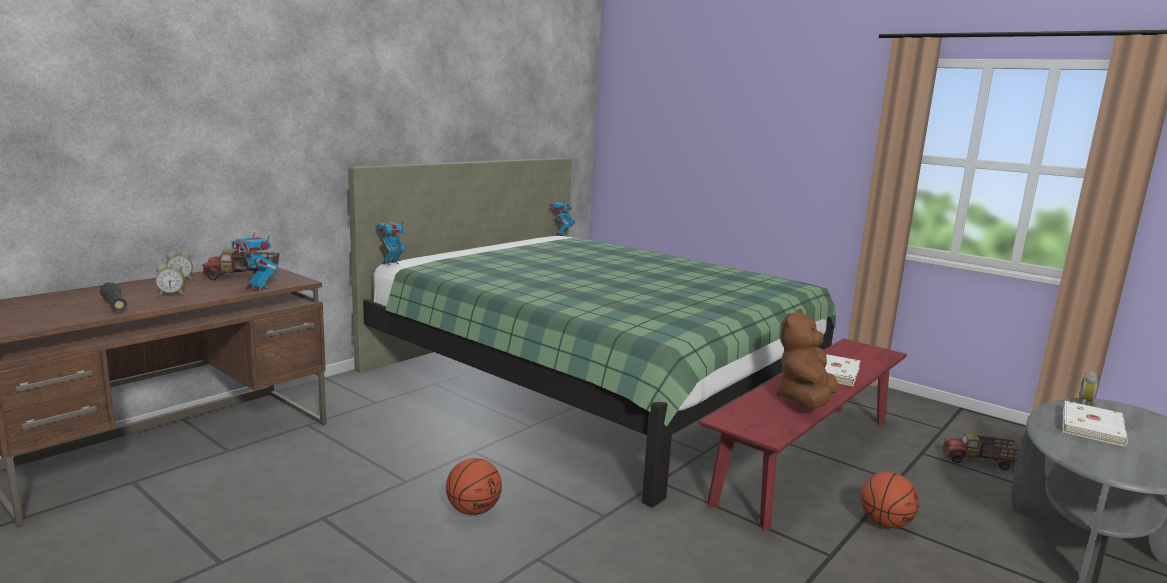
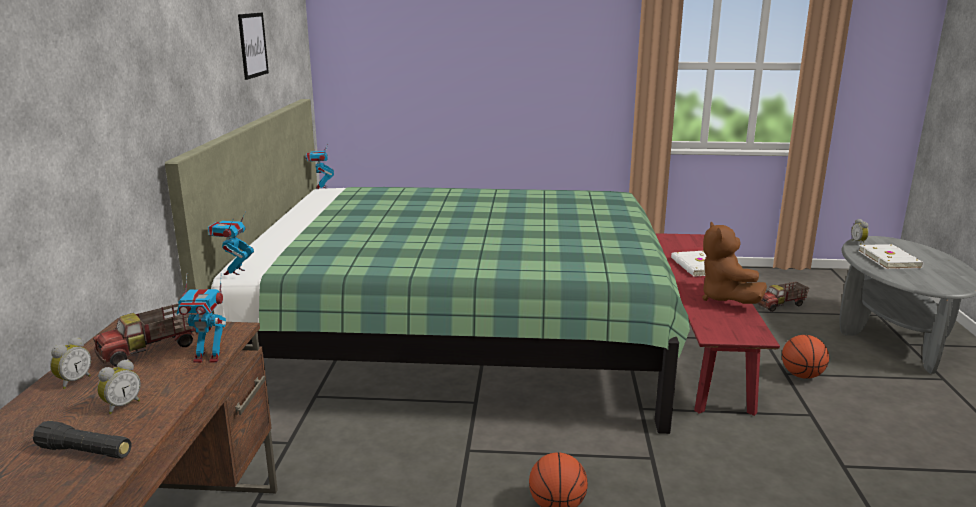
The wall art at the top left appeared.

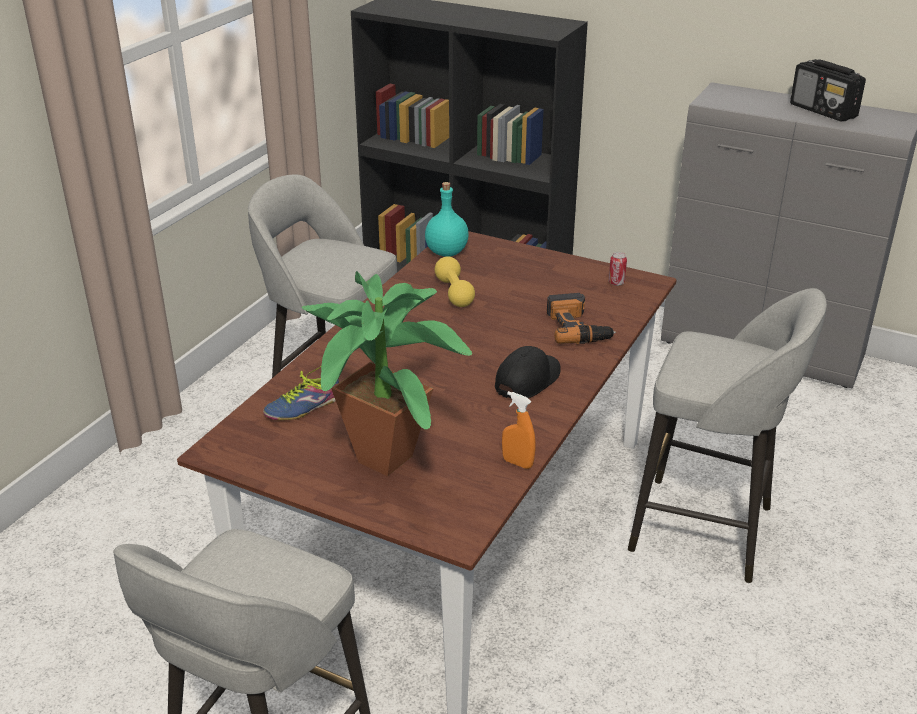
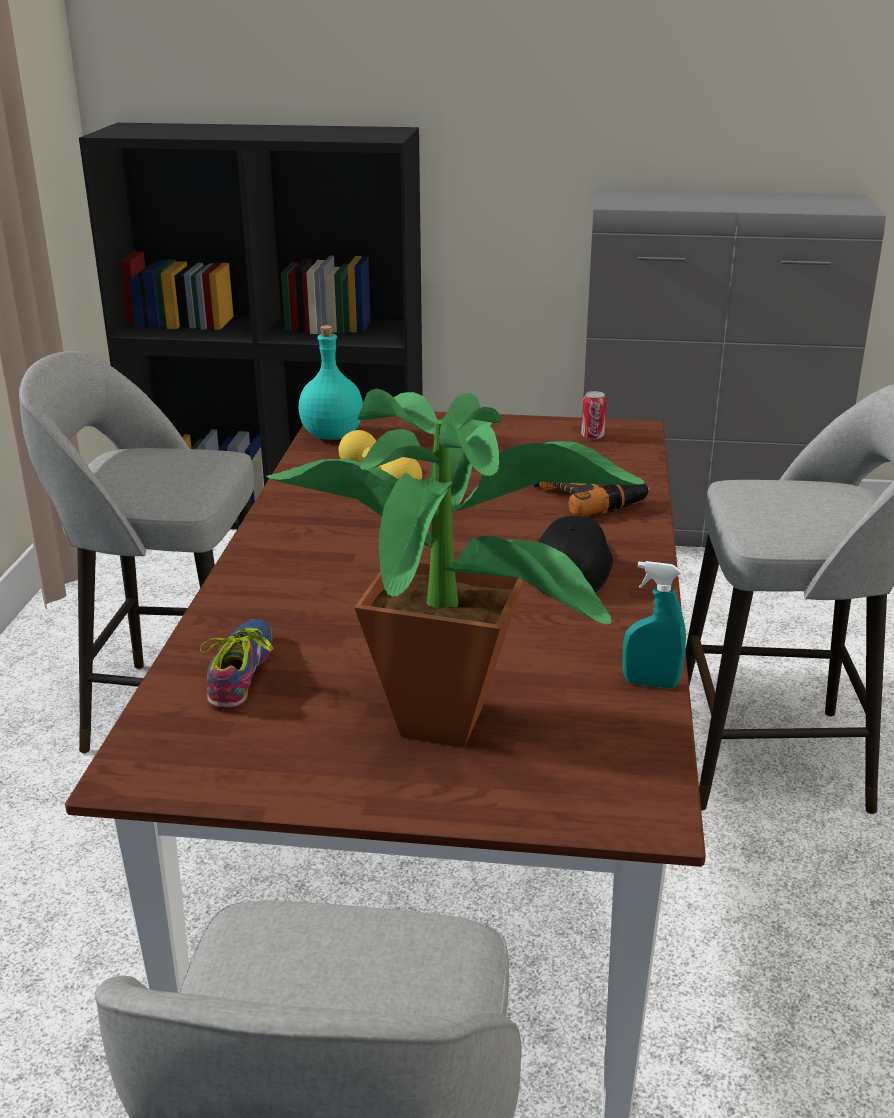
The item of footwear at the middle left turned 150 degrees clockwise.
The spray bottle in orangey at the centre became the spray bottle in turquoise at the middle right.
The radio receiver at the top right disappeared.

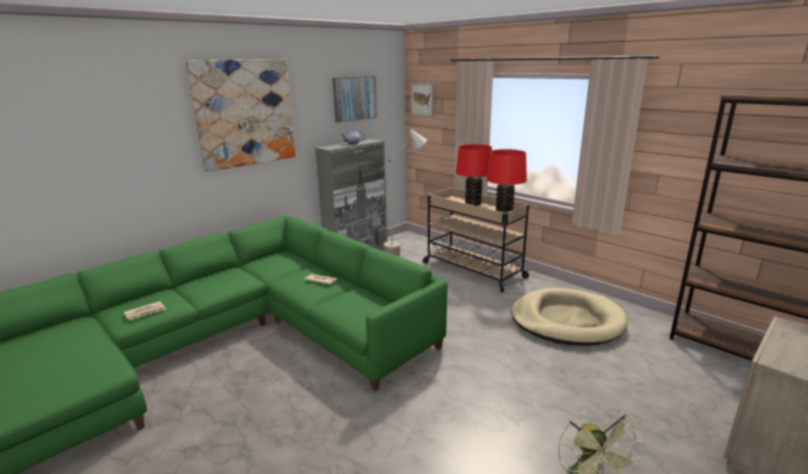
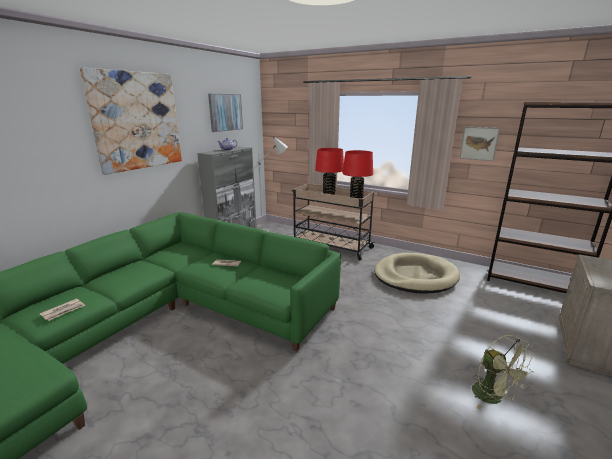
The wall art (no. 3 from left) moved from the top centre to the top right.

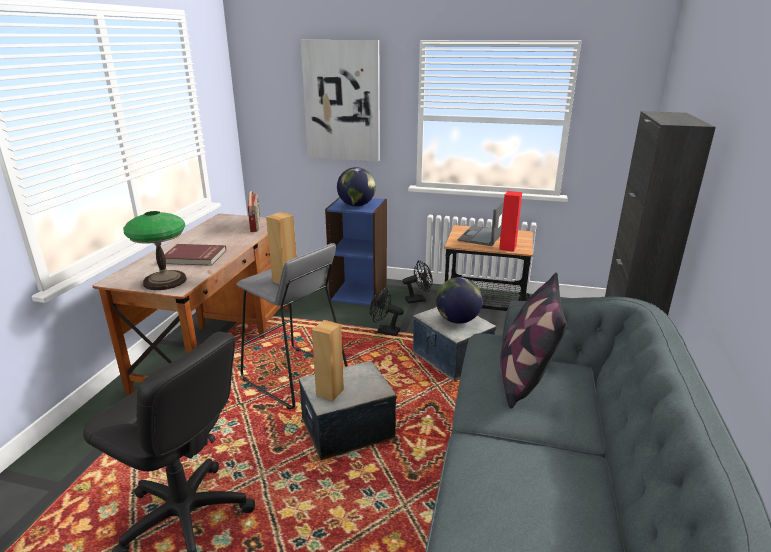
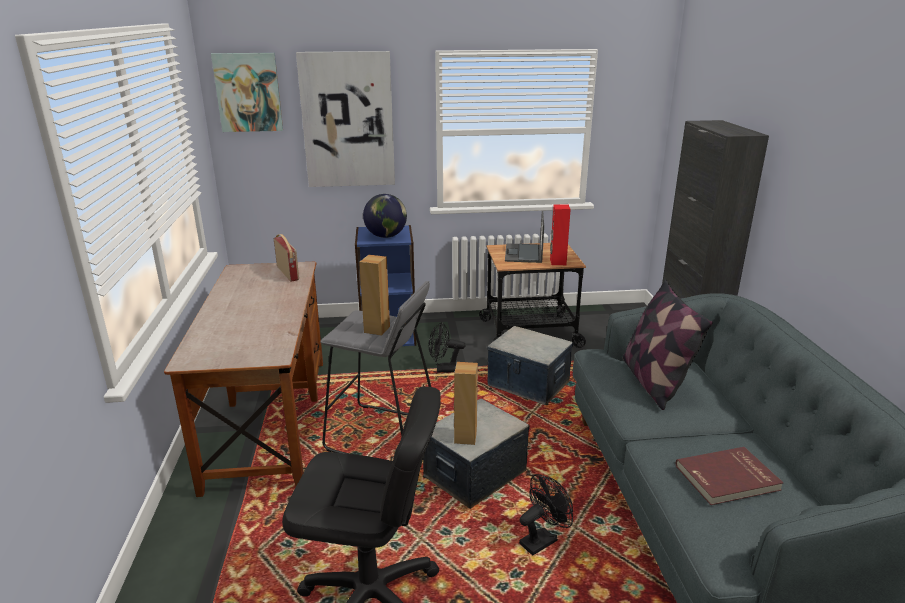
The wall art (no. 1 from left) at the top left appeared.
The electric fan in black (no. 2 from left) moved from the centre to the bottom centre.
The bound book in reddish moved from the middle left to the bottom right.
The tabletop lamp at the middle left disappeared.
The world globe (no. 2 from left) at the centre disappeared.

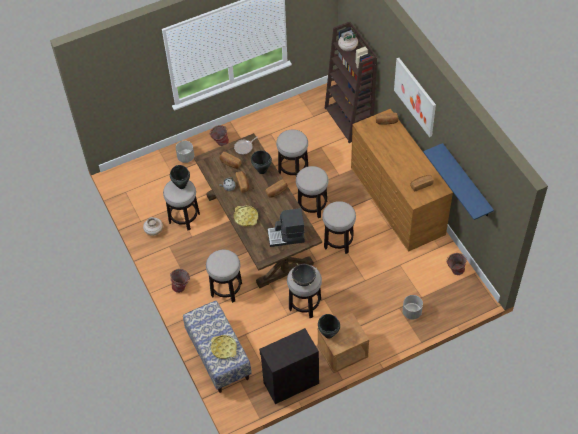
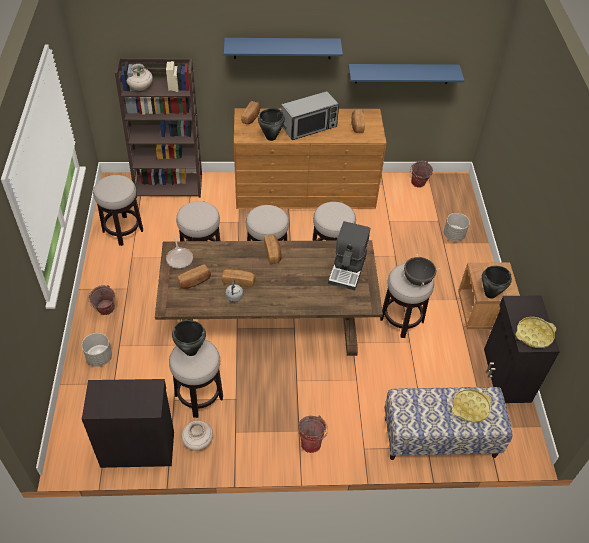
The cupboard in black (no. 1 from left) at the bottom left appeared.
The stool seat (no. 2 from left in the first image) moved from the centre to the middle left.
The wall art at the top right was replaced by the shelf in bluish (no. 1 from left) at the top centre.
The stockpot in black (no. 2 from left) moved from the centre to the top centre.
The microwave at the top centre appeared.
The carrying tray in yellowish (no. 2 from left) moved from the centre to the middle right.

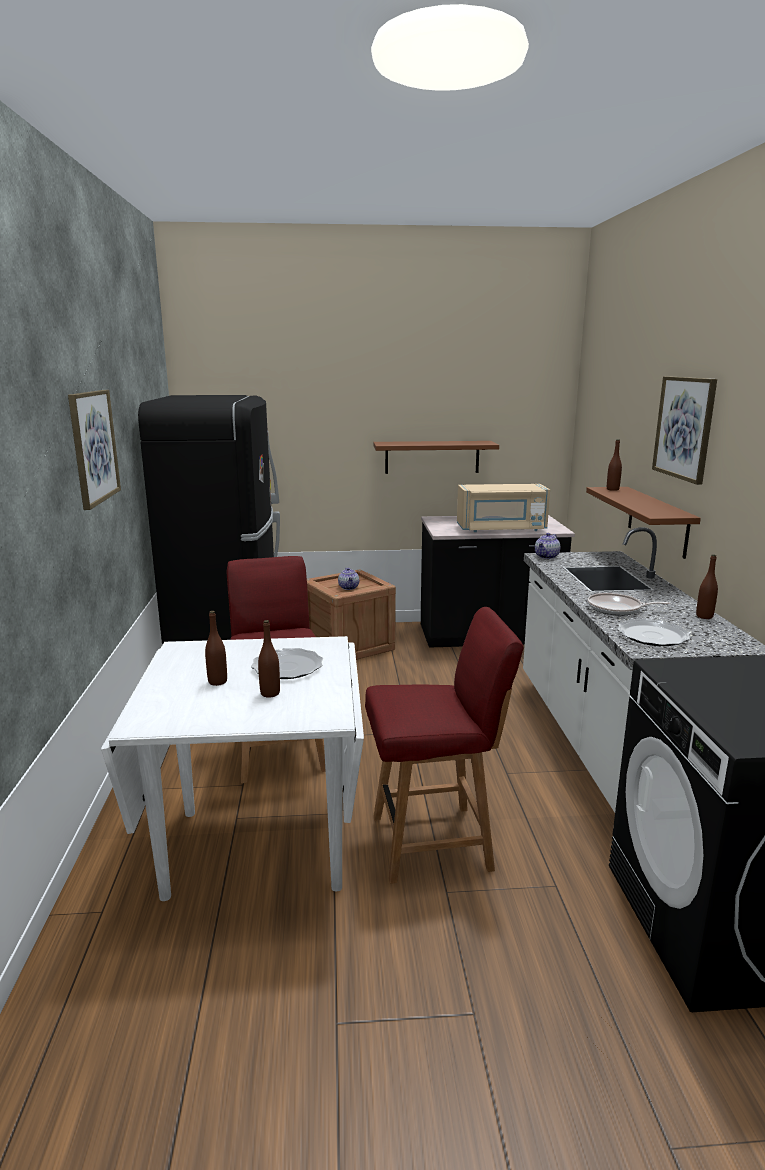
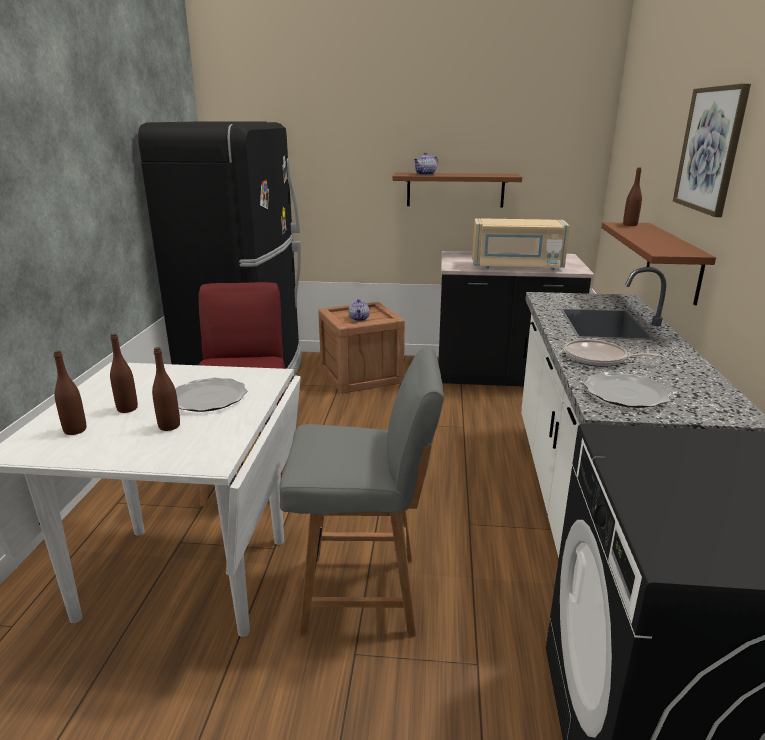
The beverage bottle in brown-coloured (no. 4 from left in the first image) moved from the middle right to the middle left.
The chair in reddish (no. 2 from left) at the centre became the chair in greyish at the centre.
The pot for tea (no. 2 from left) moved from the middle right to the top centre.
The wall art (no. 1 from left) at the middle left disappeared.

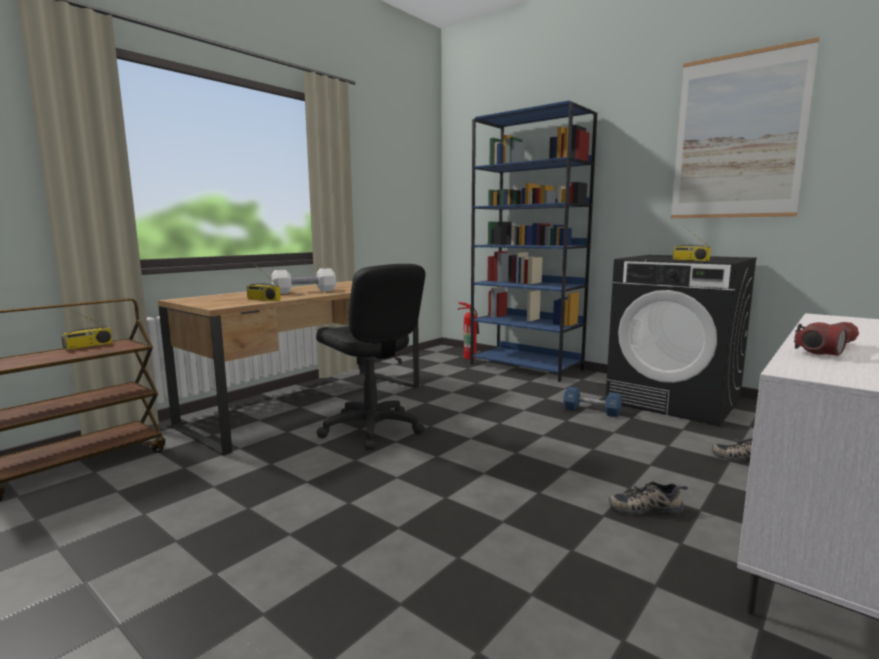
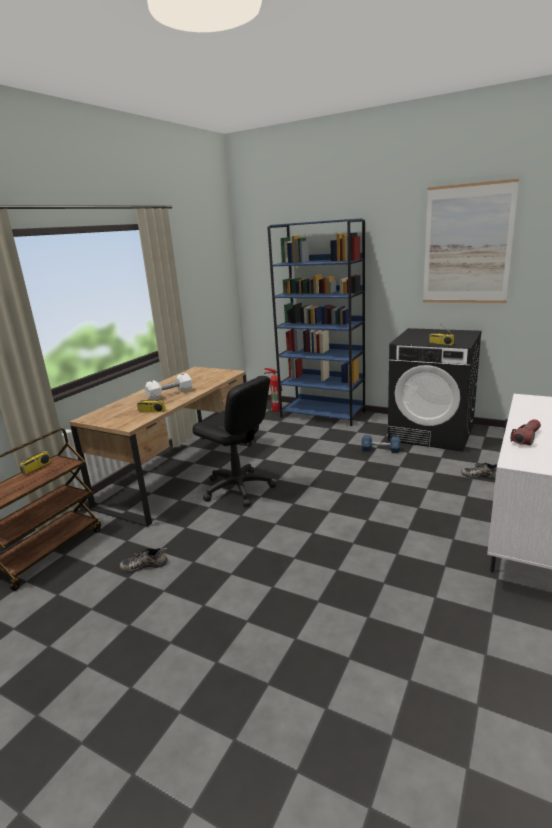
The item of footwear (no. 1 from left) moved from the bottom right to the bottom left.

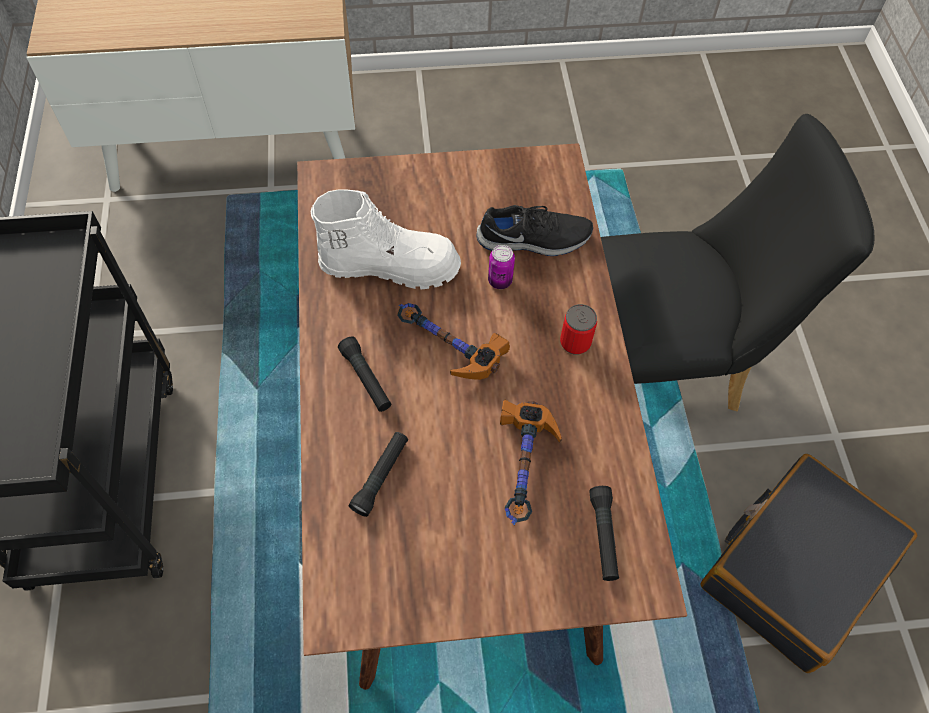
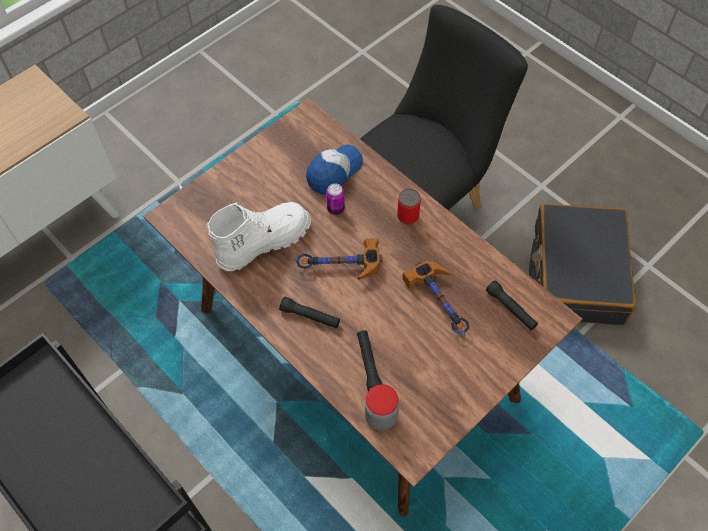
The item of footwear in black at the top centre was replaced by the cap at the top centre.
The preserve jar at the bottom centre appeared.

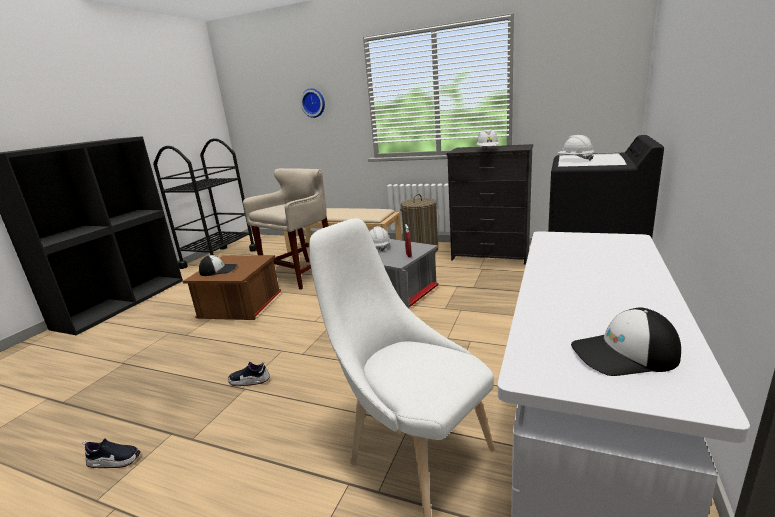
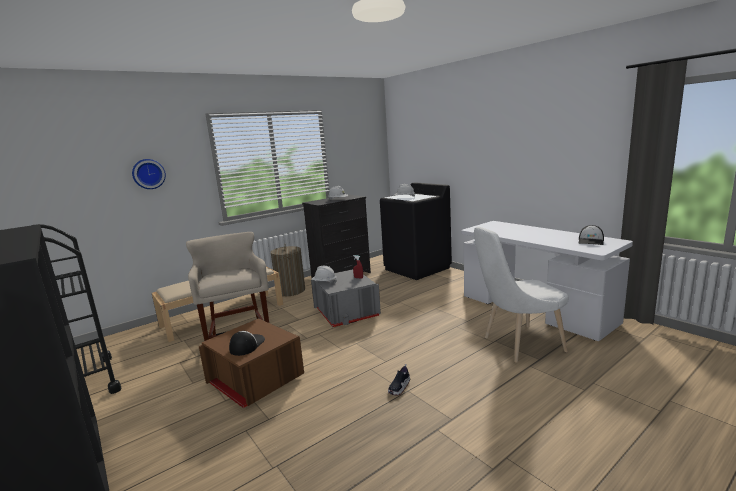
The item of footwear (no. 1 from left) at the bottom left disappeared.

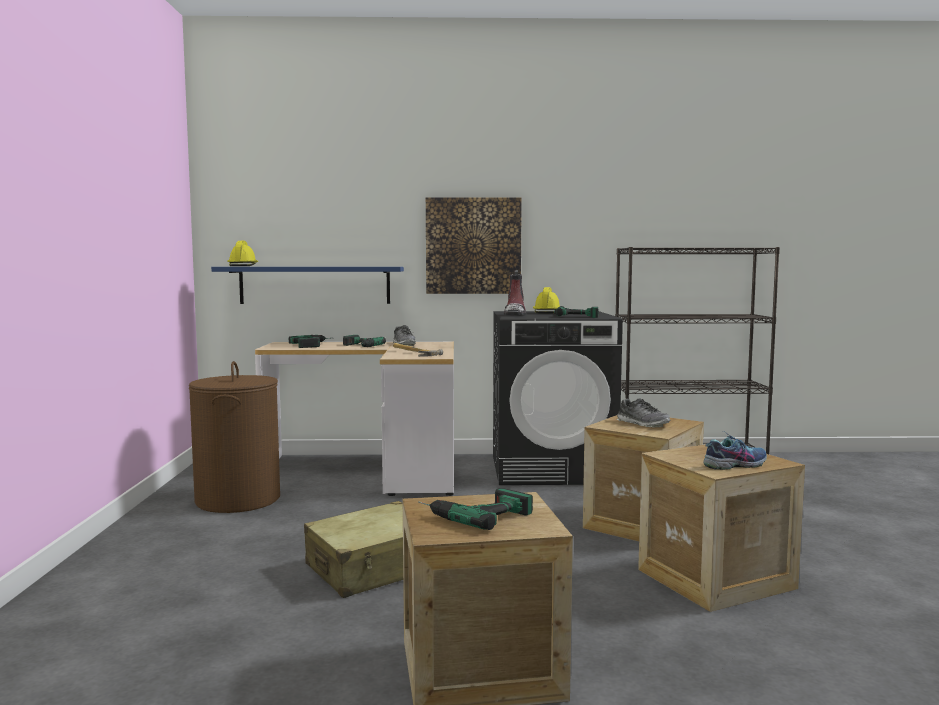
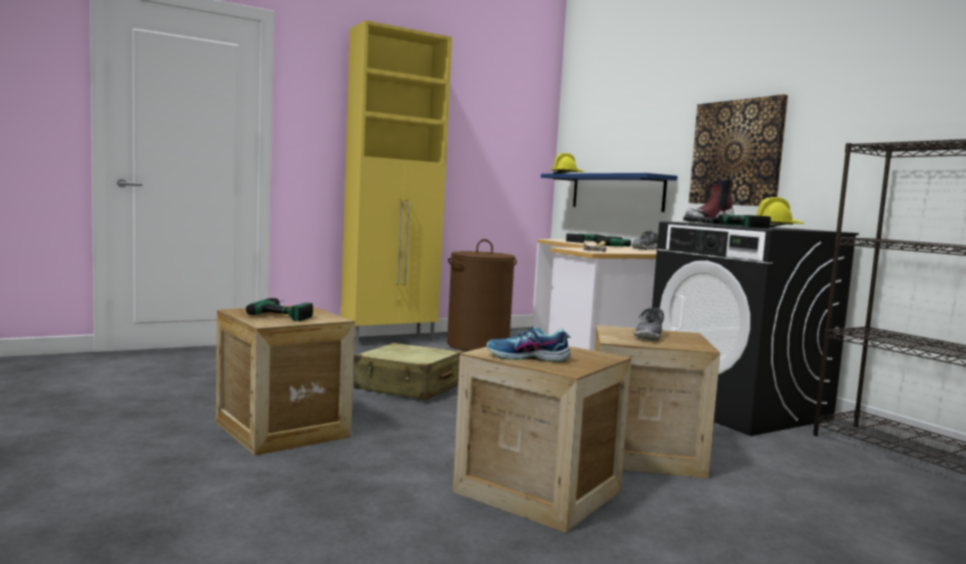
The cupboard in yellowish at the top centre appeared.
The item of footwear (no. 3 from left in the first image) at the middle right turned 150 degrees clockwise.

